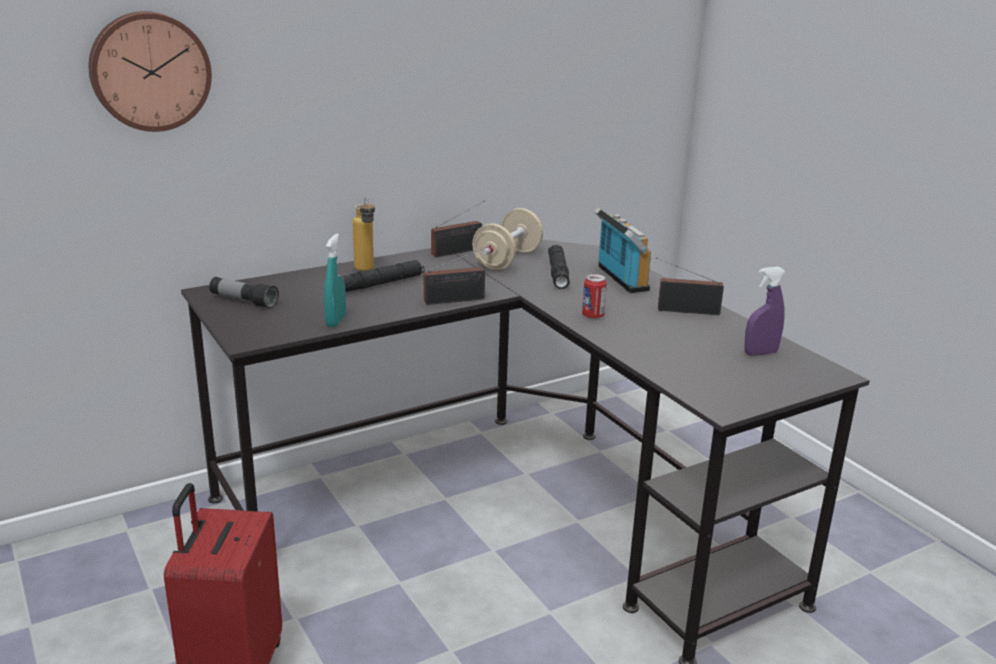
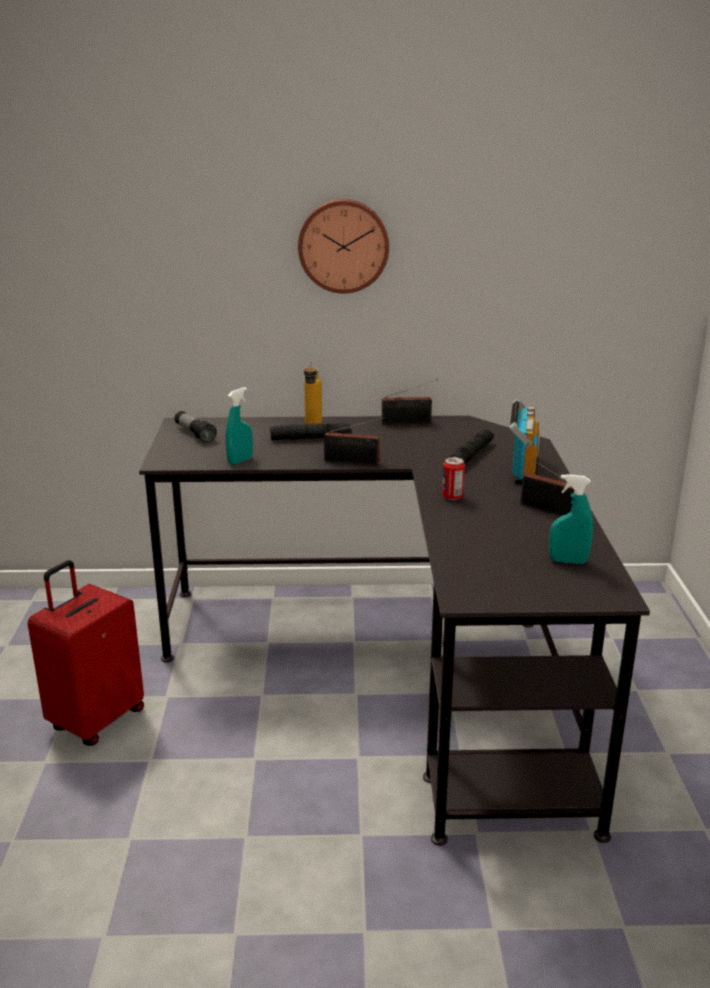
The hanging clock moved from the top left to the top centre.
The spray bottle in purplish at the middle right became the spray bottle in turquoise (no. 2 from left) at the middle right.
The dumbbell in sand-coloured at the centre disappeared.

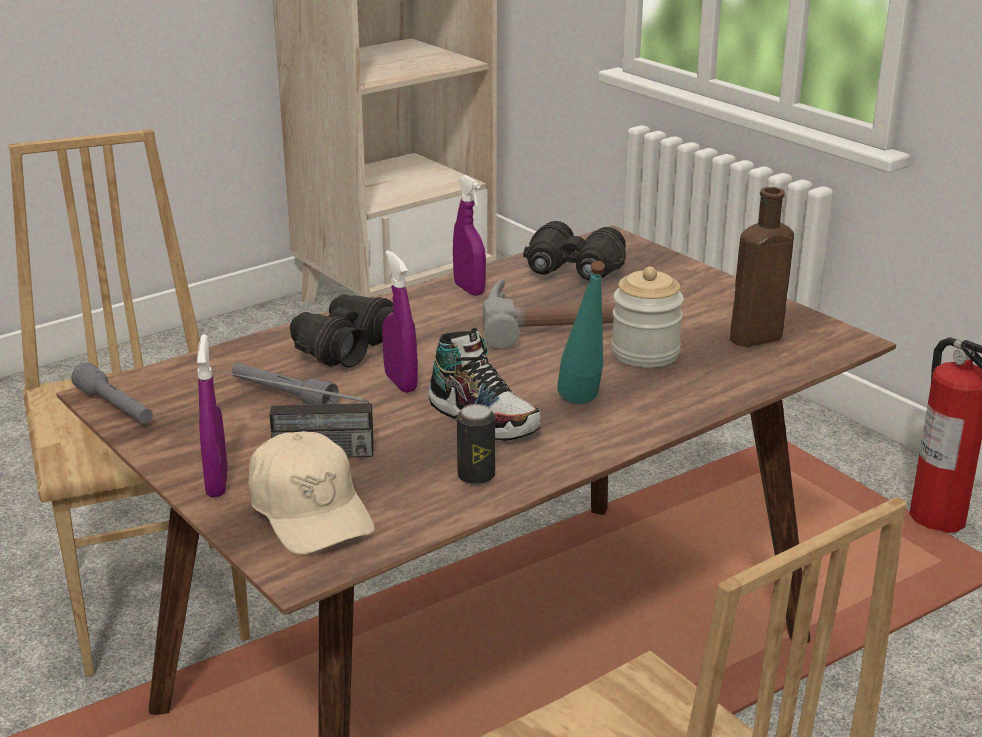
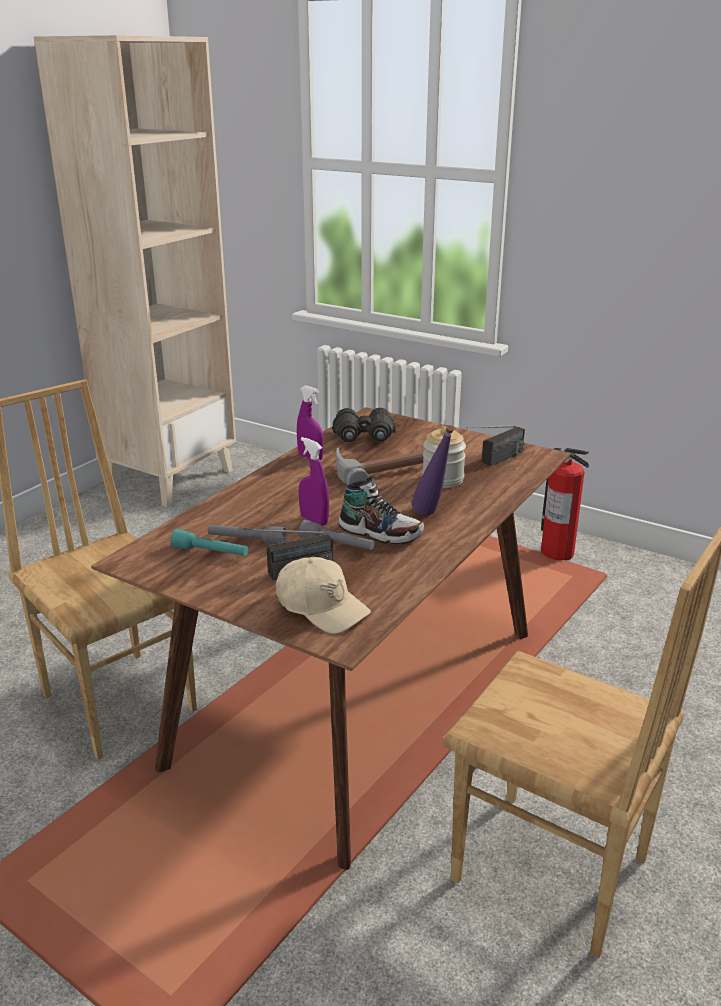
The flashlight in turquoise at the middle left appeared.
The flashlight in greyish (no. 1 from left in the first image) moved from the middle left to the centre.
The beverage bottle in turquoise at the centre became the beverage bottle in purplish at the centre.
The beverage bottle in brown-coloured at the middle right was replaced by the radio receiver (no. 2 from left) at the middle right.
The spray bottle in purplish (no. 1 from left) at the middle left disappeared.
The field glasses in black (no. 1 from left) at the centre disappeared.
The metal can at the centre disappeared.

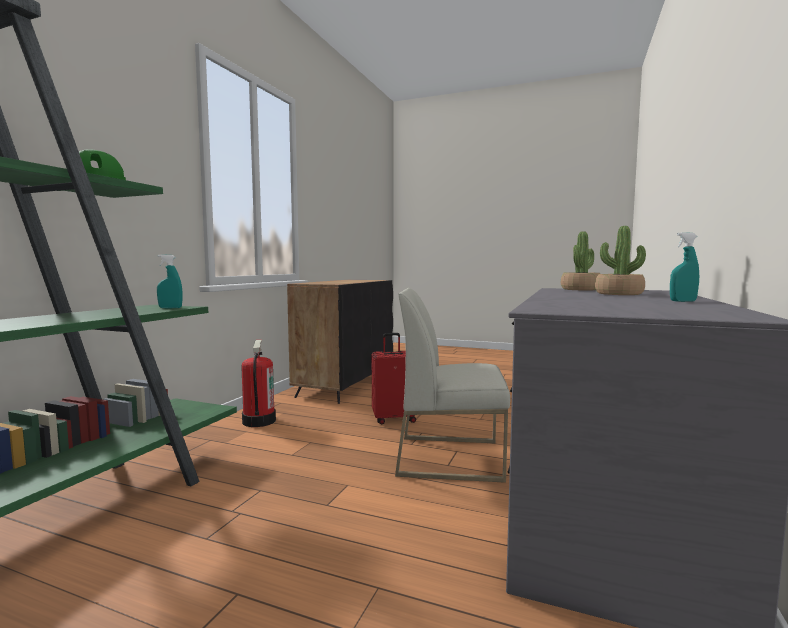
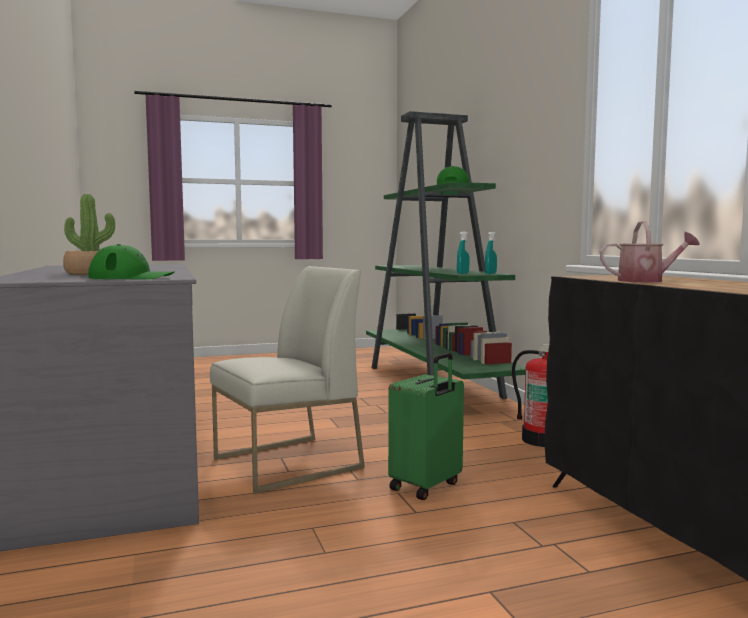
The potted plant (no. 1 from left) at the middle right was replaced by the cap in green-coloured (no. 1 from left) at the middle left.
The piece of luggage in reddish at the centre became the piece of luggage in green-coloured at the bottom centre.
The spray bottle in turquoise (no. 2 from left) moved from the middle right to the centre.
The watering pot at the middle right appeared.

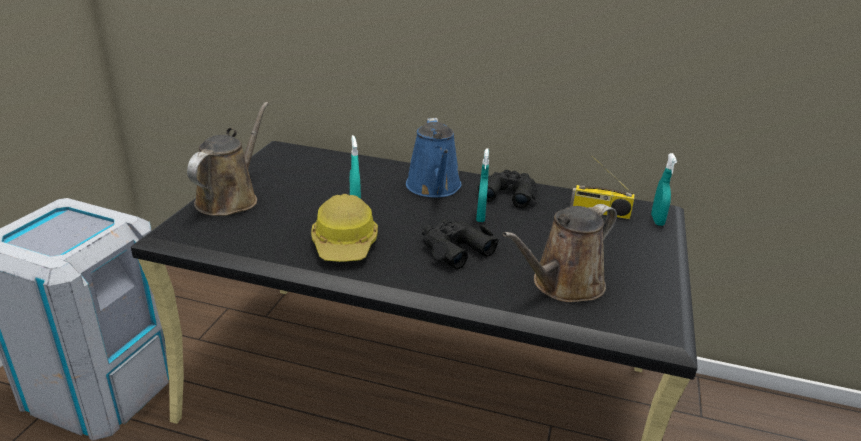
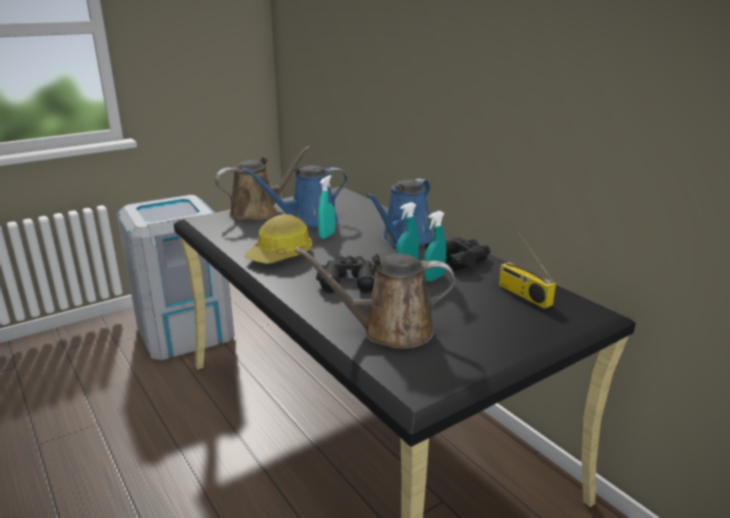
The watering pot in bluish (no. 1 from left) at the centre appeared.
The spray bottle in turquoise (no. 3 from left) moved from the middle right to the centre.

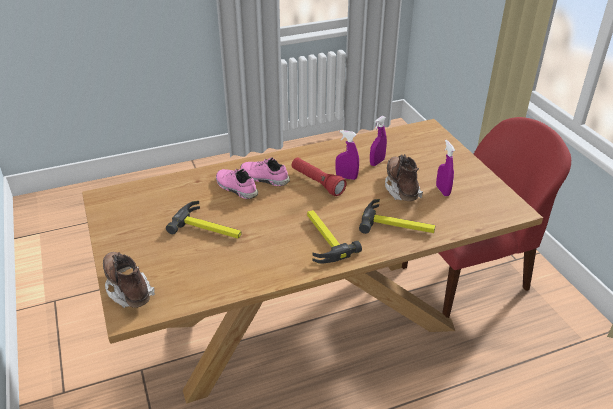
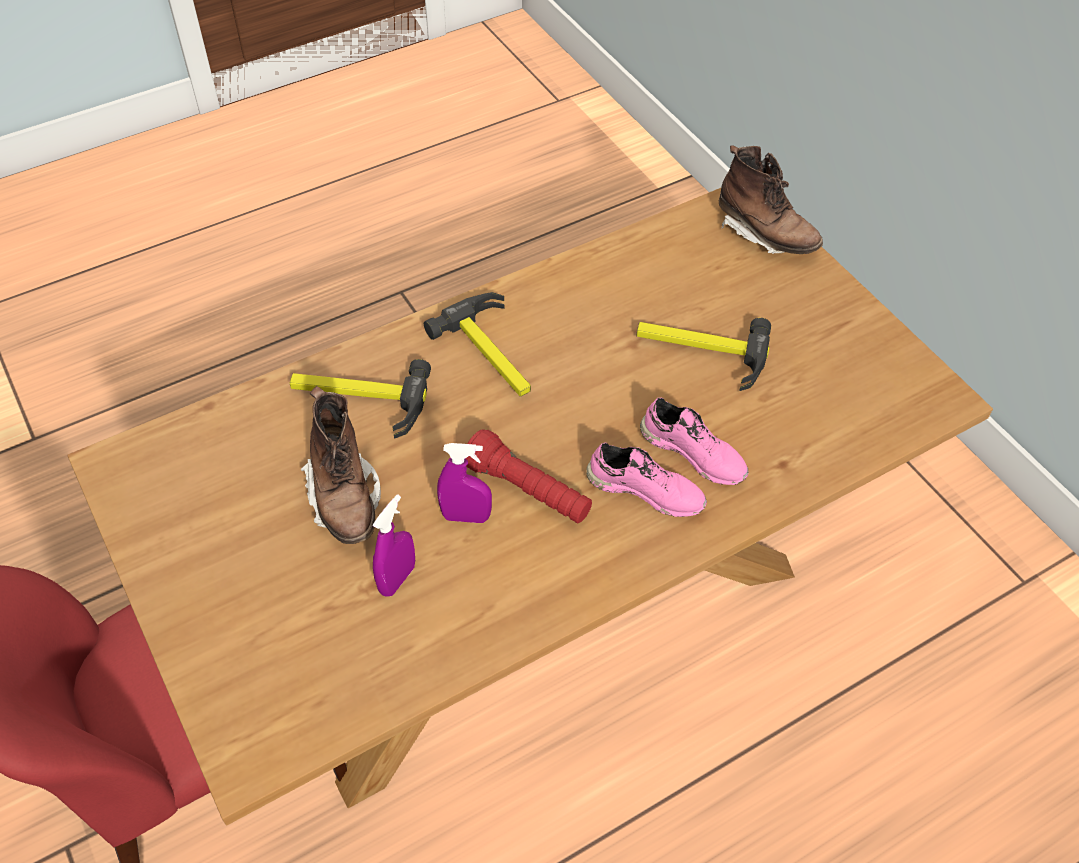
The spray bottle in purplish (no. 3 from left) at the middle right disappeared.

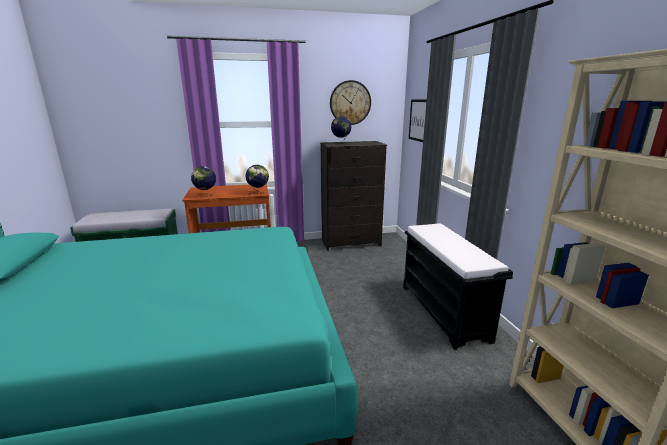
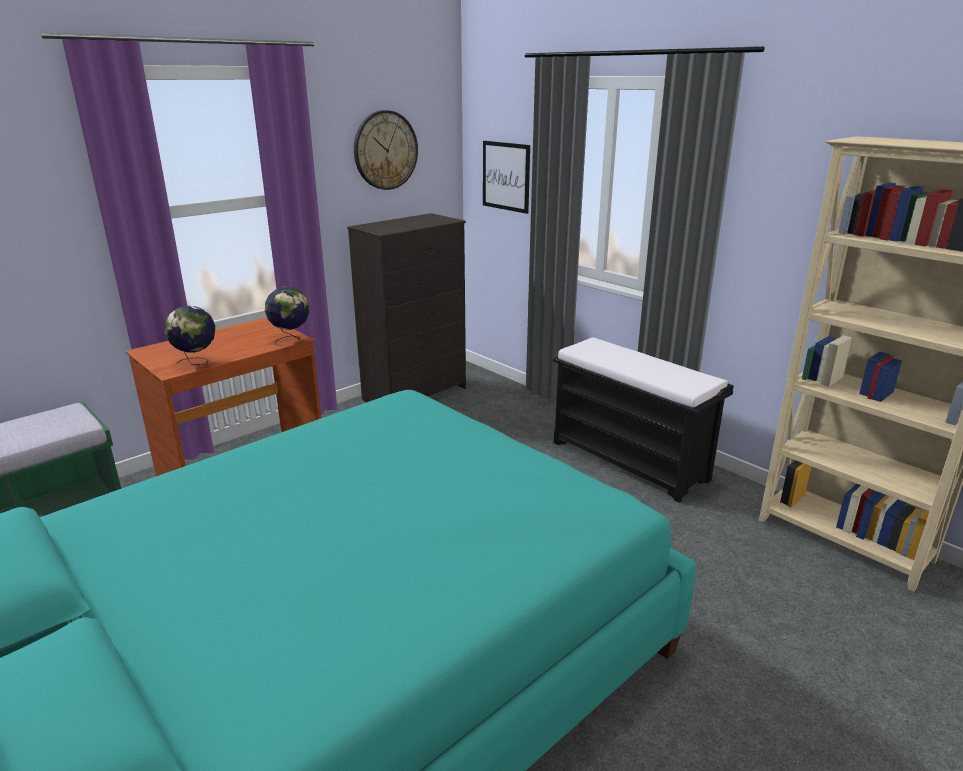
The world globe (no. 3 from left) at the top centre disappeared.

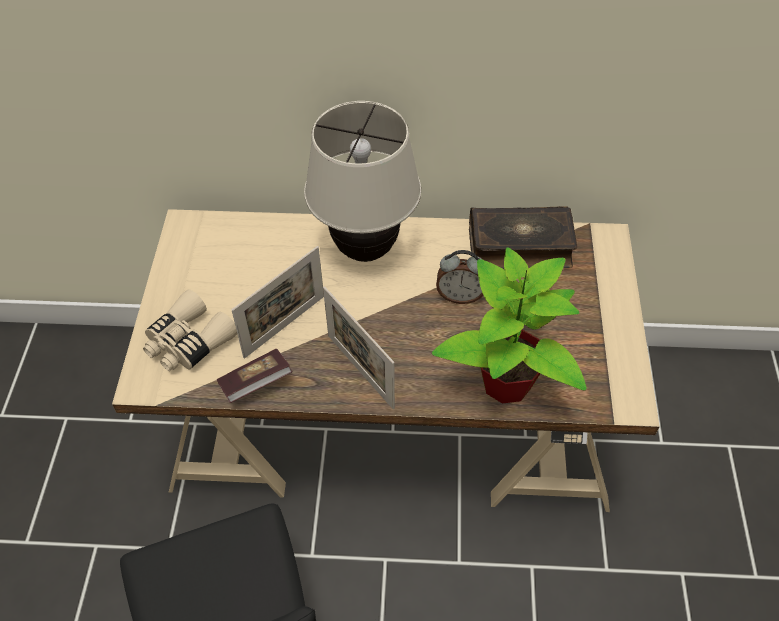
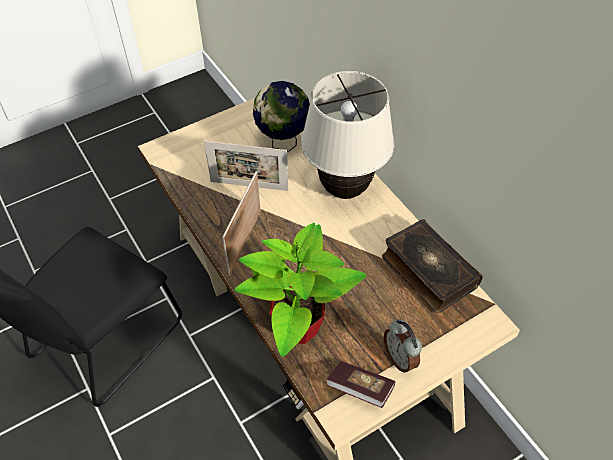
The world globe at the top centre appeared.
The bound book (no. 1 from left) moved from the middle left to the bottom centre.
The bedside clock moved from the centre to the bottom centre.
The field glasses in sand-coloured at the middle left disappeared.

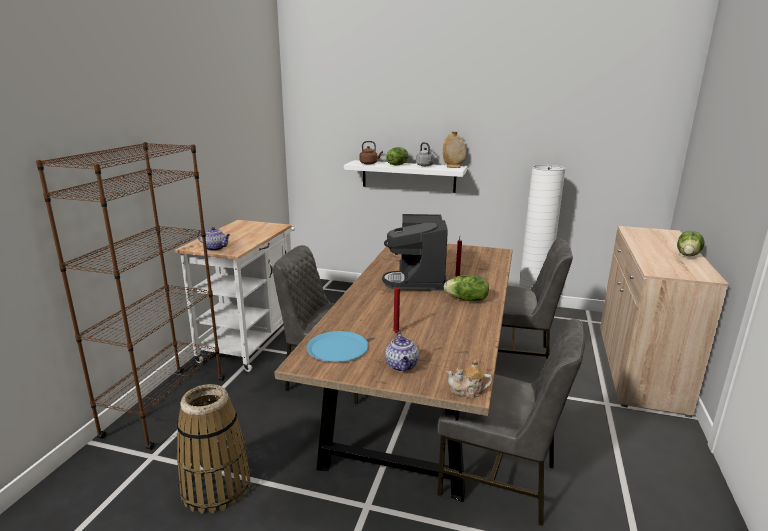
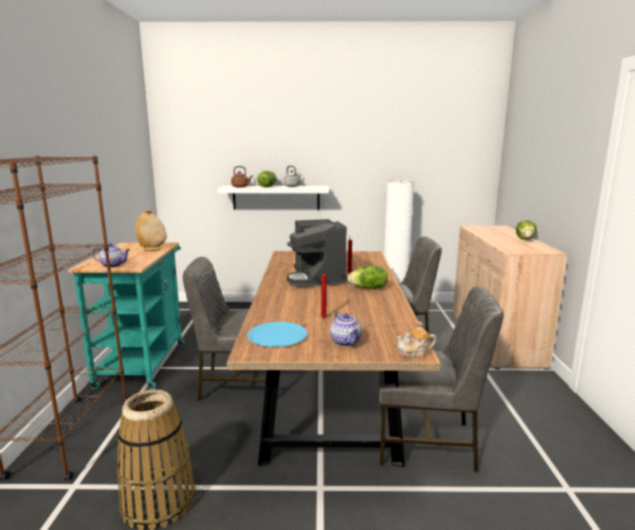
The trolley in whitish at the middle left became the trolley in turquoise at the middle left.
The vase in sand-coloured moved from the top centre to the middle left.

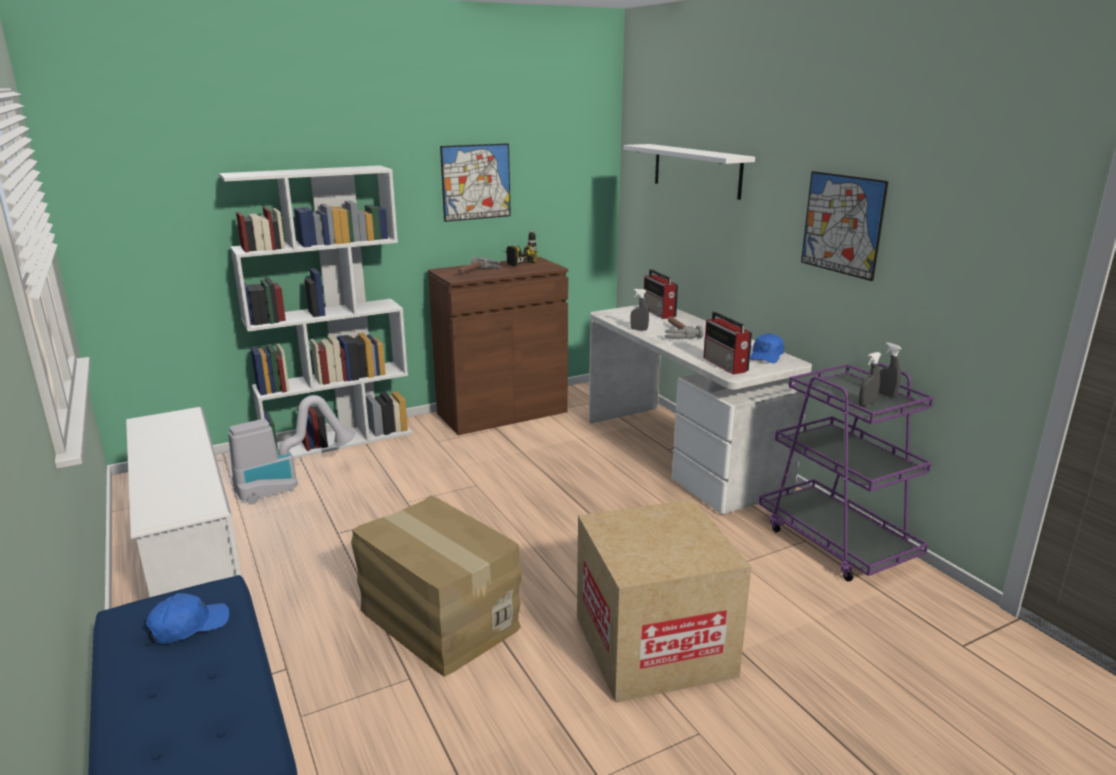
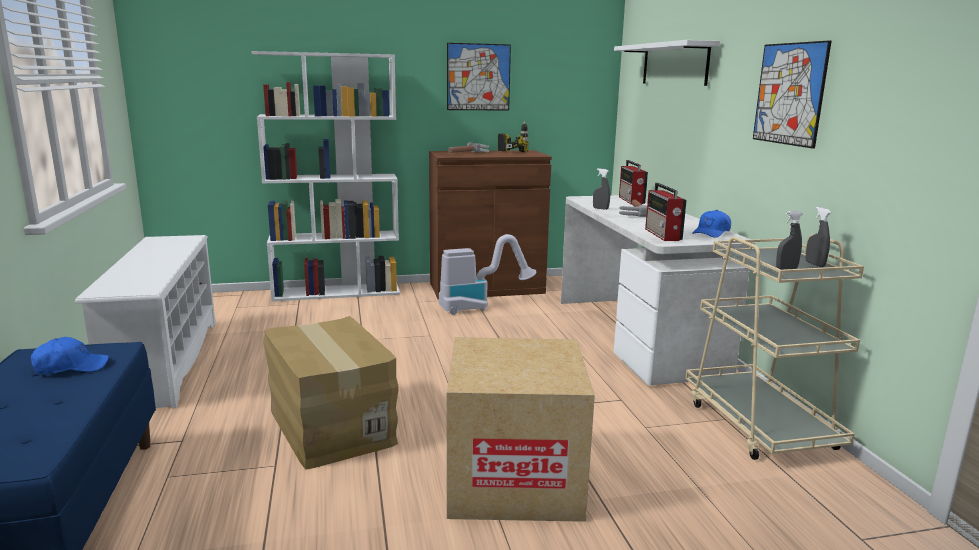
The vacuum cleaner moved from the middle left to the centre.
The trolley in purplish at the middle right became the trolley in sand-coloured at the middle right.

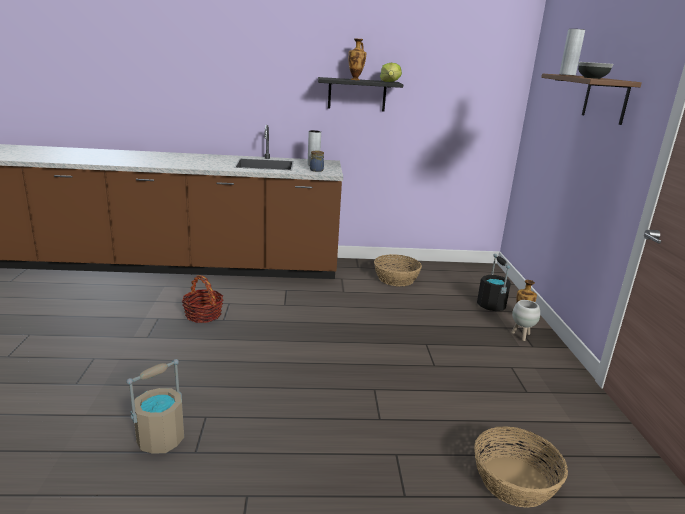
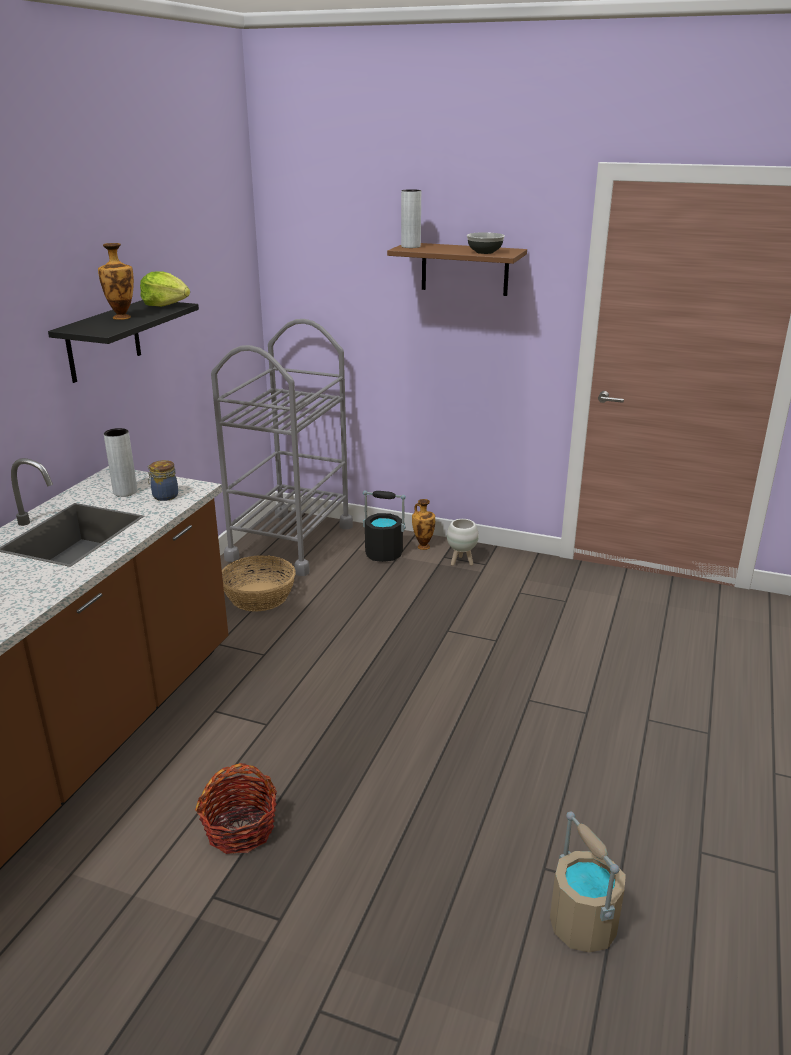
The trolley in greyish at the centre appeared.
The household basket (no. 3 from left) at the bottom right disappeared.

